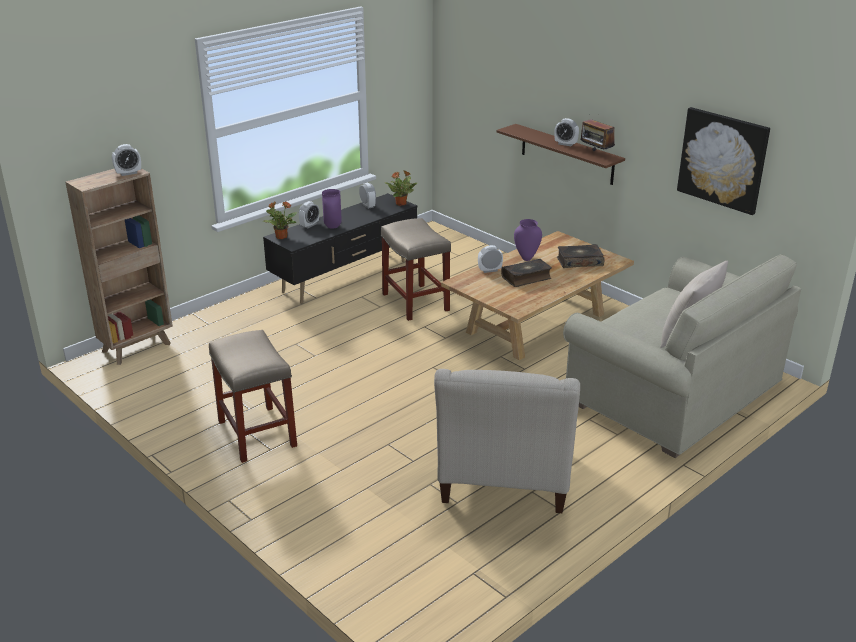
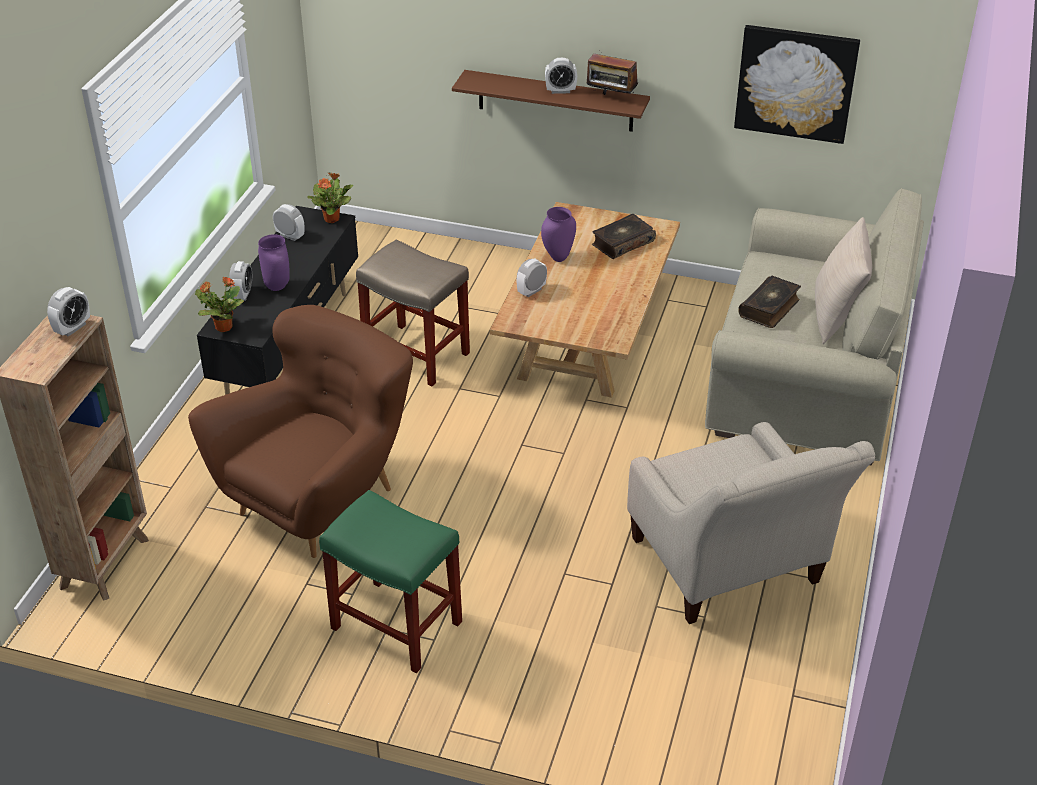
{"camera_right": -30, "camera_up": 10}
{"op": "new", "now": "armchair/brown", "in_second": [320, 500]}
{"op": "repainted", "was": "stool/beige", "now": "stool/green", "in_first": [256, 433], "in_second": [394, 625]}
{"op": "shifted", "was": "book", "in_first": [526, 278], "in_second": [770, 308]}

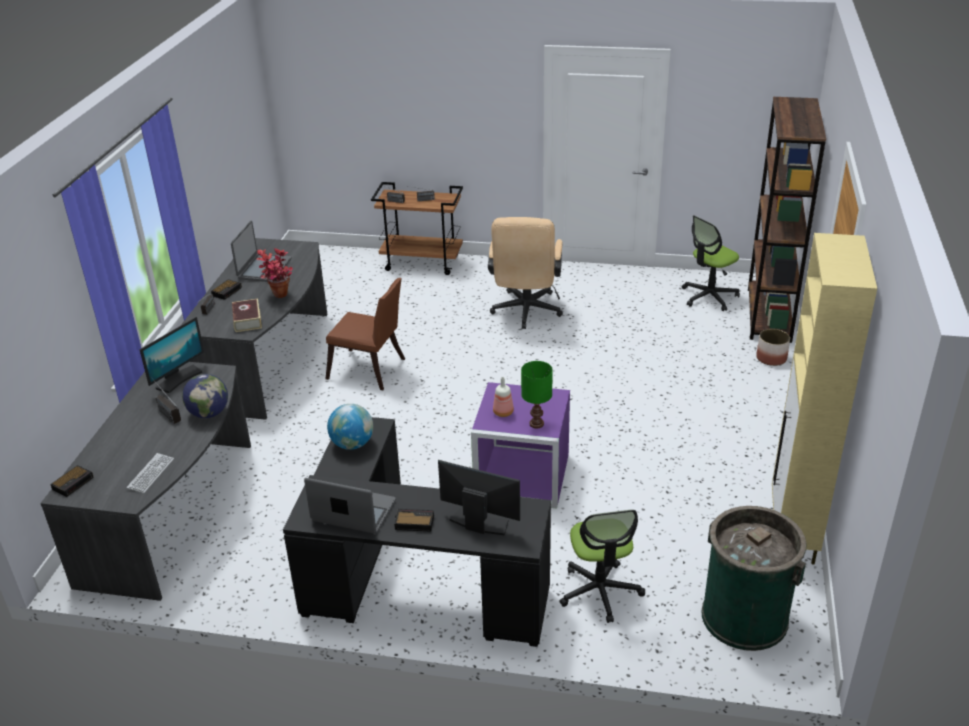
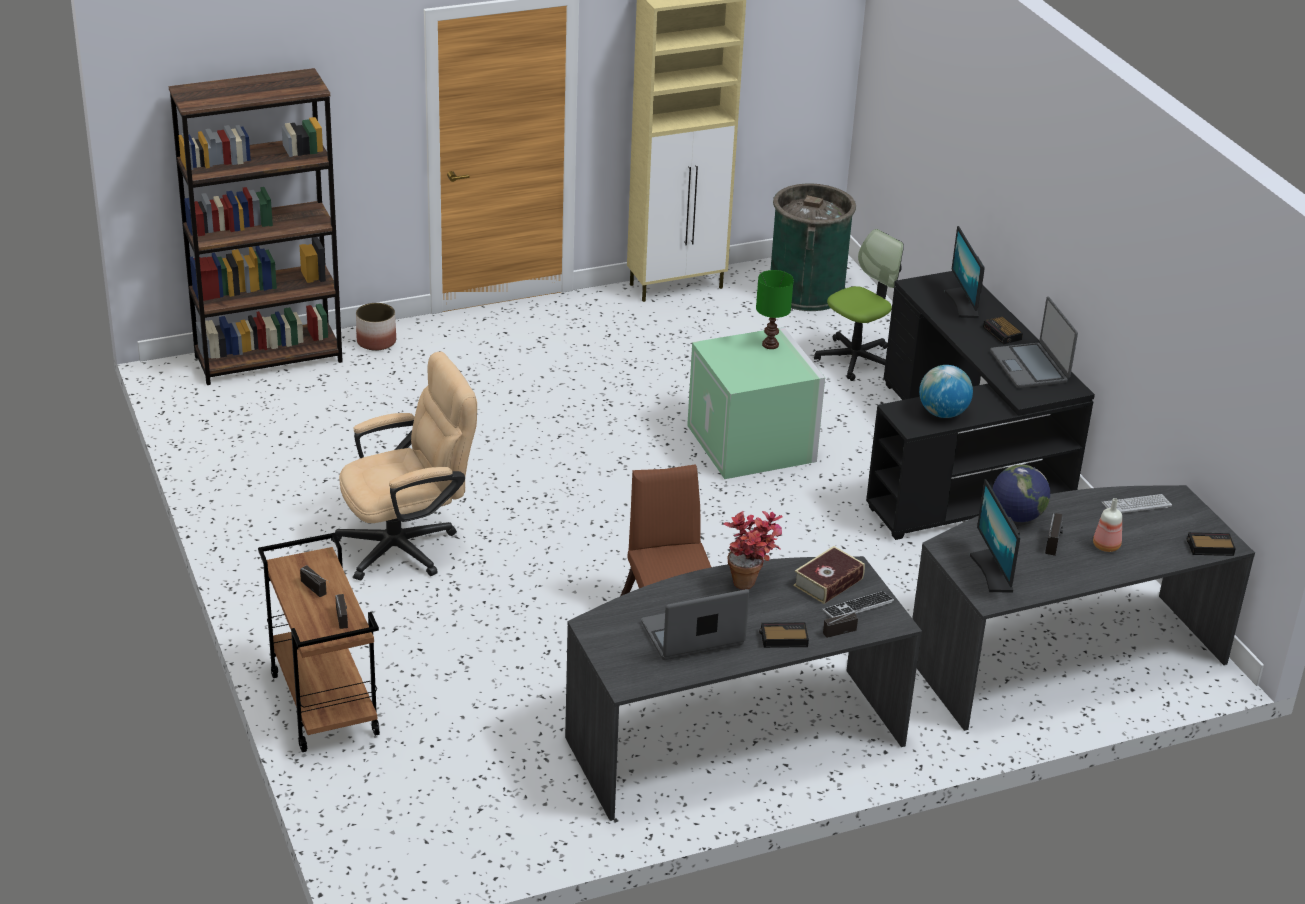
{"camera_right": -125, "camera_up": 0}
{"op": "repainted", "was": "storage box/purple", "now": "storage box/green", "in_first": [520, 477], "in_second": [753, 444]}
{"op": "new", "now": "keyboard", "in_second": [858, 606]}
{"op": "rotated", "was": "monitor", "in_first": [178, 379], "in_second": [993, 572], "clockwise": -105}
{"op": "shifted", "was": "bottle", "in_first": [503, 413], "in_second": [1106, 545]}
{"op": "gone", "was": "office chair", "in_first": [709, 297]}

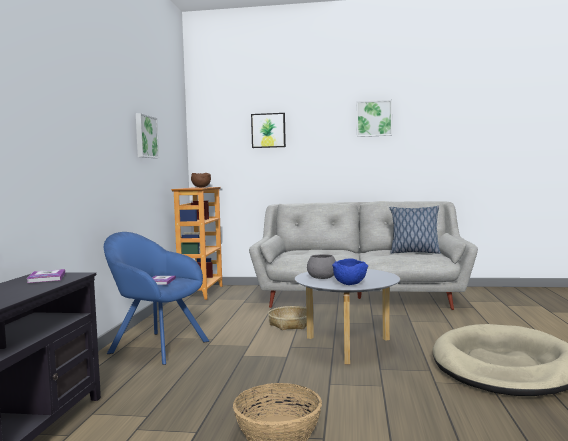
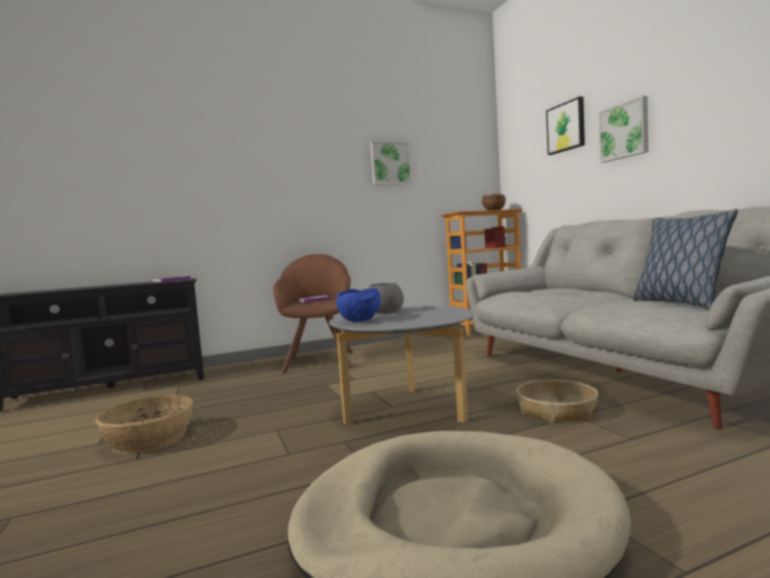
{"camera_right": 60, "camera_up": 0}
{"op": "repainted", "was": "armchair/blue", "now": "armchair/brown", "in_first": [155, 346], "in_second": [320, 360]}
{"op": "shifted", "was": "basket", "in_first": [291, 324], "in_second": [556, 411]}
{"op": "shifted", "was": "picture", "in_first": [374, 118], "in_second": [624, 131]}

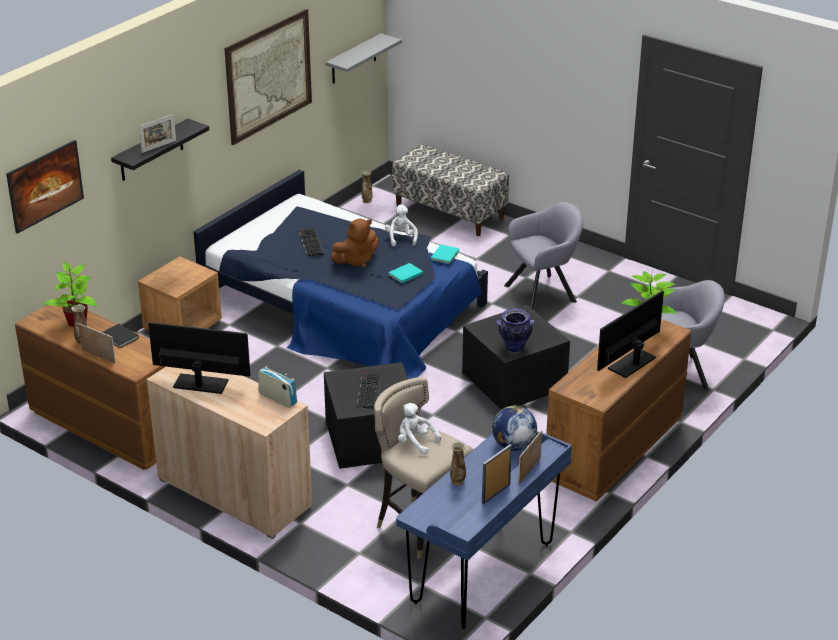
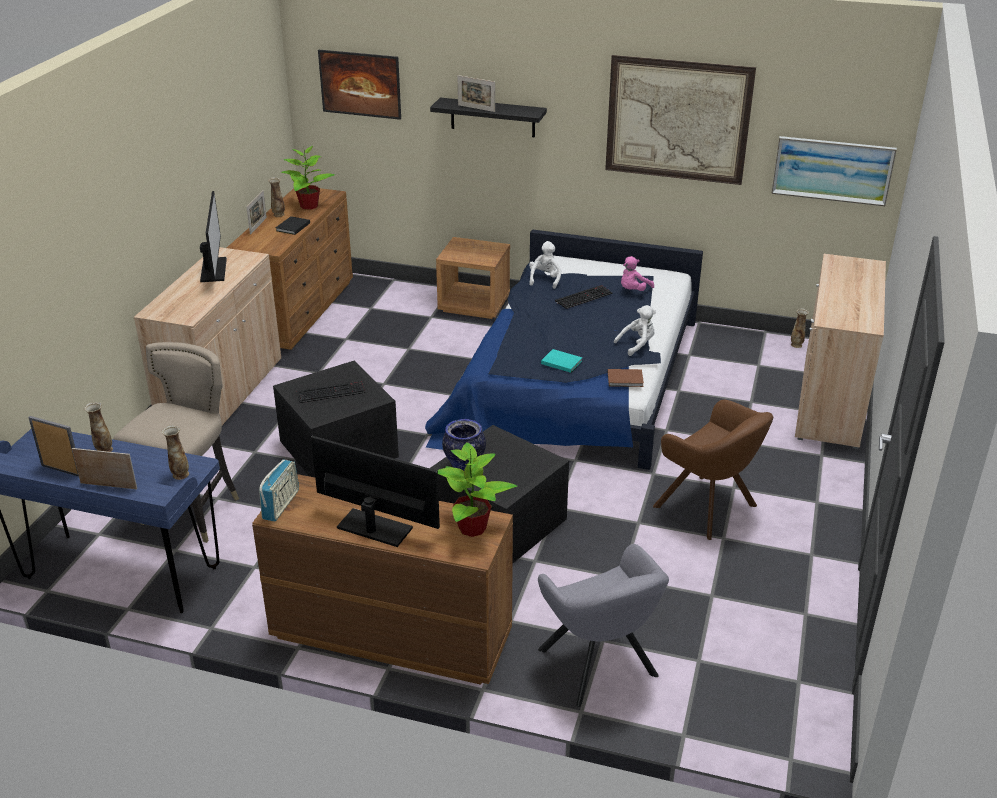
{"camera_right": 70, "camera_up": 0}
{"op": "swapped", "was": "globe", "now": "vase", "in_first": [513, 445], "in_second": [180, 474]}
{"op": "shifted", "was": "radio", "in_first": [277, 398], "in_second": [281, 505]}
{"op": "shifted", "was": "plush toy/white", "in_first": [415, 442], "in_second": [545, 279]}
{"op": "repainted", "was": "book/turquoise", "now": "book/brown", "in_first": [445, 255], "in_second": [626, 380]}
{"op": "new", "now": "plush toy/pink", "in_second": [633, 290]}
{"op": "repainted", "was": "armchair/grey", "now": "armchair/brown", "in_first": [544, 293], "in_second": [709, 509]}
{"op": "swapped", "was": "shelf/grey", "now": "picture", "in_first": [354, 59], "in_second": [832, 170]}
{"op": "swapped", "was": "bench", "now": "cabinet/beige", "in_first": [450, 212], "in_second": [830, 402]}
{"op": "gone", "was": "plush toy/brown", "in_first": [356, 260]}

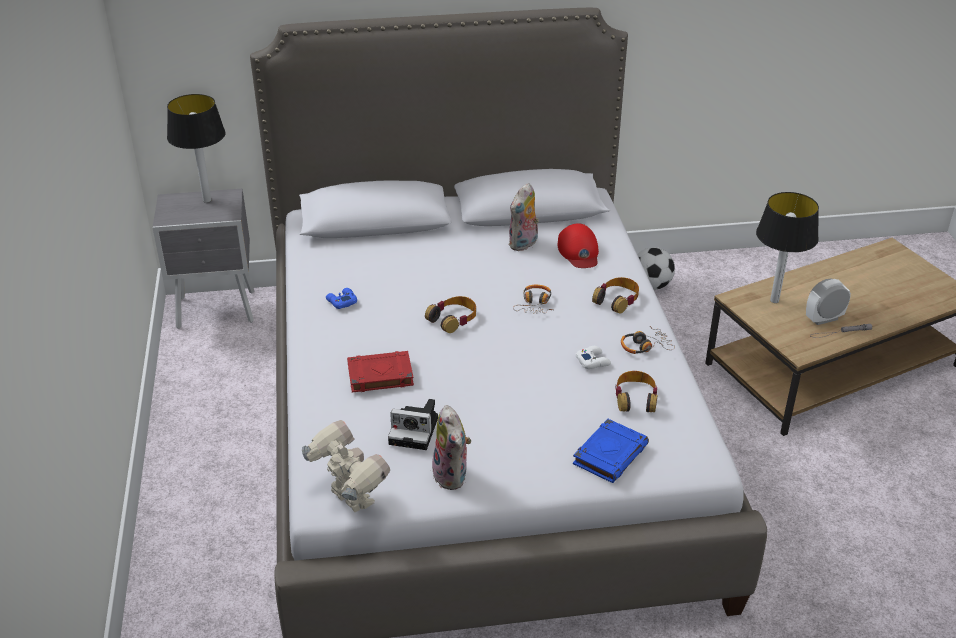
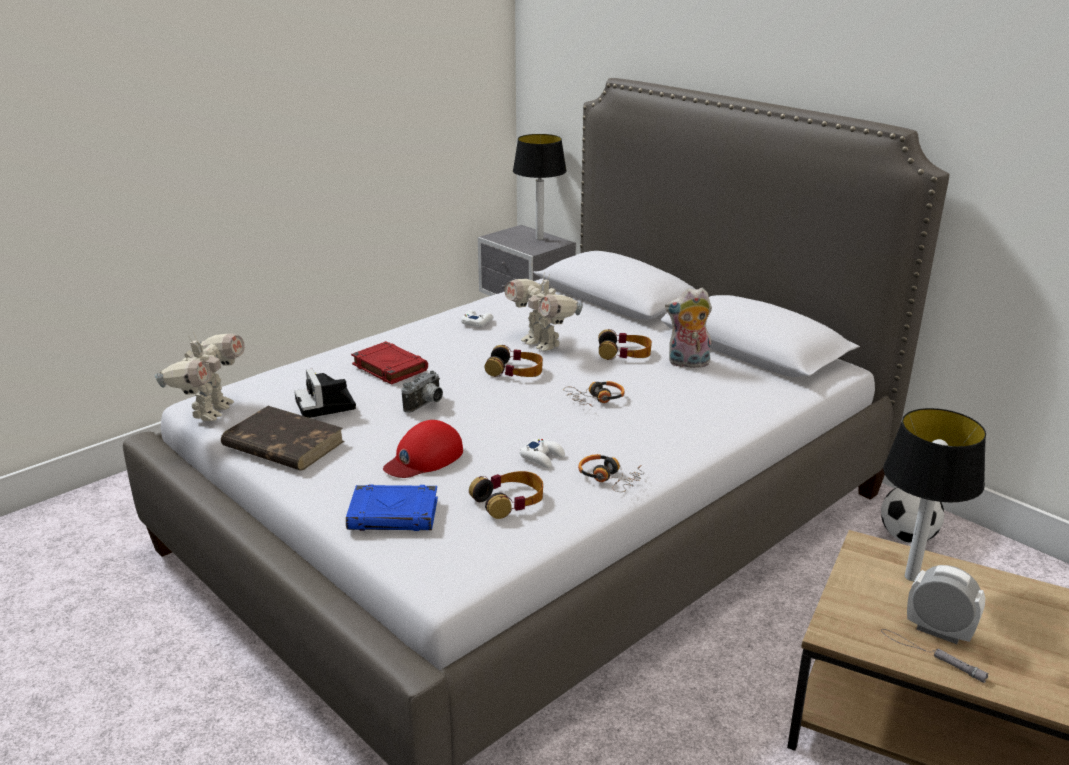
{"camera_right": 55, "camera_up": -10}
{"op": "swapped", "was": "plush toy", "now": "book/brown", "in_first": [453, 476], "in_second": [282, 444]}
{"op": "shifted", "was": "cap/red", "in_first": [579, 251], "in_second": [424, 458]}
{"op": "new", "now": "photo camera", "in_second": [426, 405]}
{"op": "repainted", "was": "game controller/blue", "now": "game controller/white", "in_first": [341, 301], "in_second": [476, 322]}
{"op": "new", "now": "toy robot", "in_second": [542, 344]}
{"op": "shifted", "was": "headphones", "in_first": [617, 300], "in_second": [624, 353]}

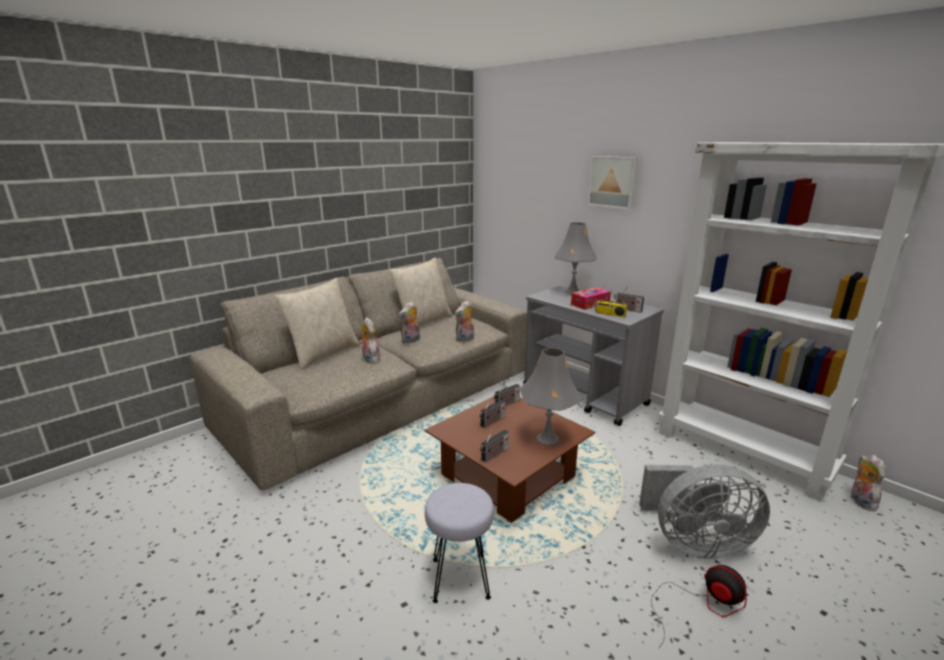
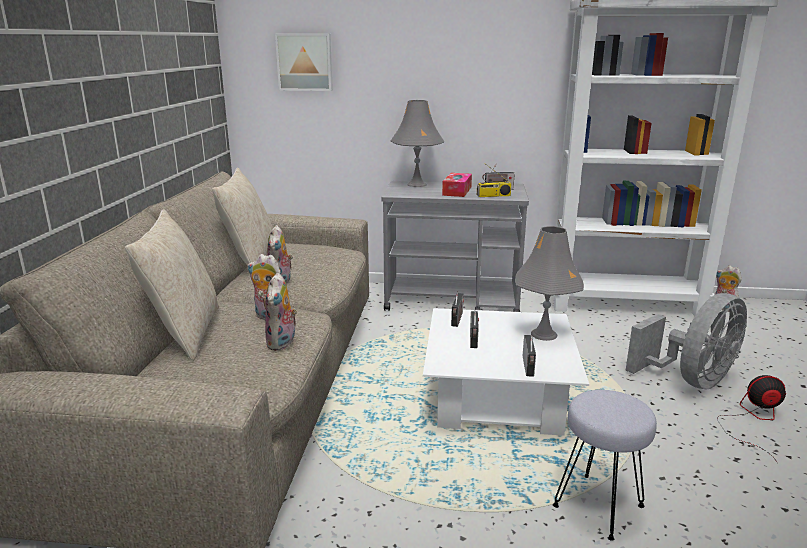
{"camera_right": -40, "camera_up": 0}
{"op": "shifted", "was": "plush toy", "in_first": [465, 339], "in_second": [282, 343]}
{"op": "shifted", "was": "picture", "in_first": [613, 182], "in_second": [305, 62]}
{"op": "repainted", "was": "coffee table/brown", "now": "coffee table/white", "in_first": [508, 476], "in_second": [498, 398]}

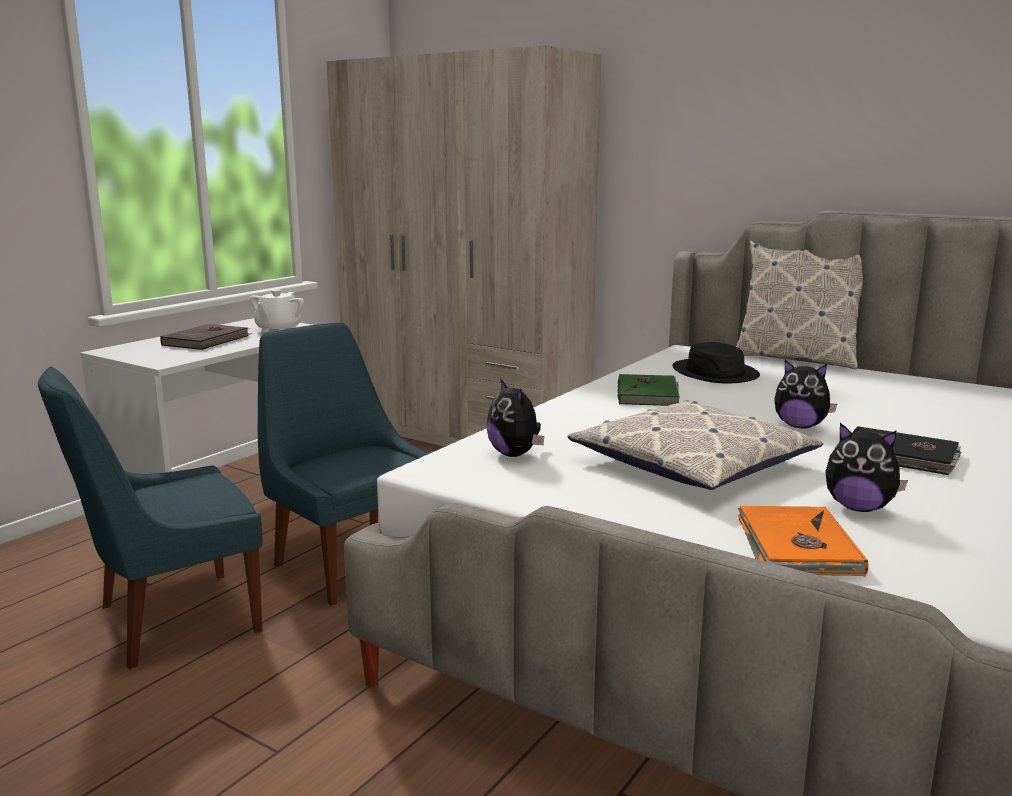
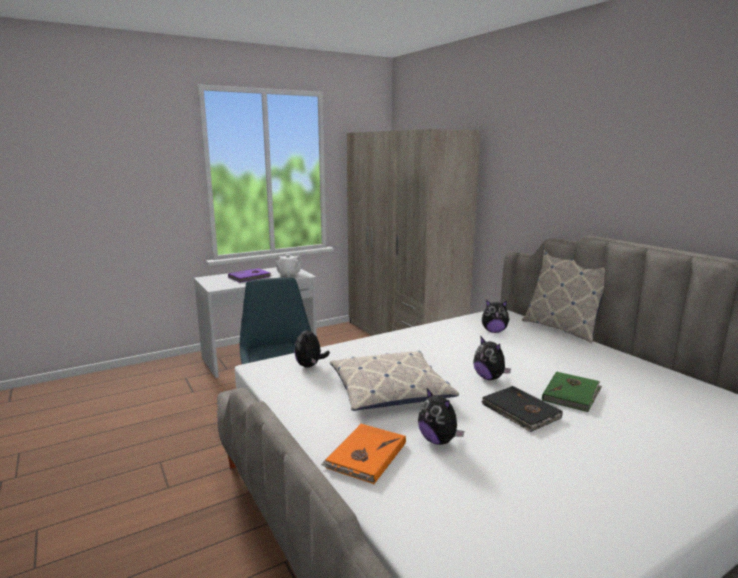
{"camera_right": 25, "camera_up": 0}
{"op": "repainted", "was": "book/brown", "now": "book/purple", "in_first": [207, 340], "in_second": [250, 277]}
{"op": "swapped", "was": "hat/black", "now": "plush toy", "in_first": [715, 373], "in_second": [494, 331]}
{"op": "shifted", "was": "book/green", "in_first": [648, 394], "in_second": [572, 394]}
{"op": "gone", "was": "chair/blue", "in_first": [172, 620]}

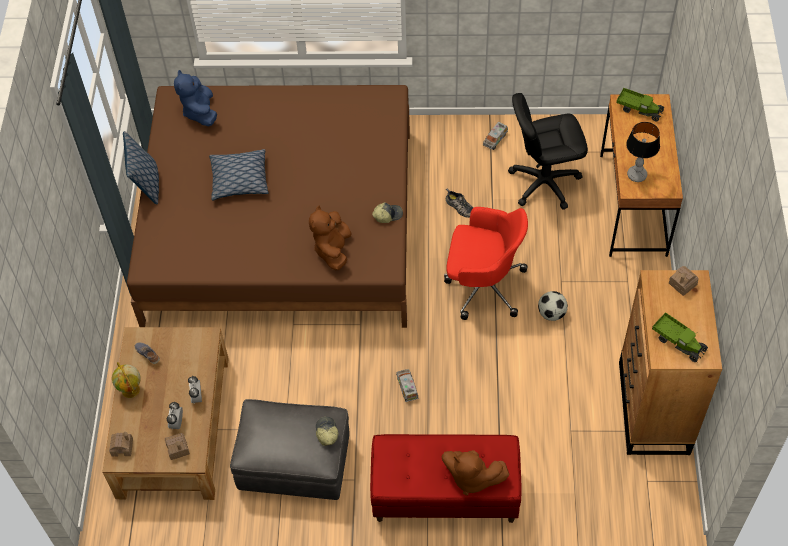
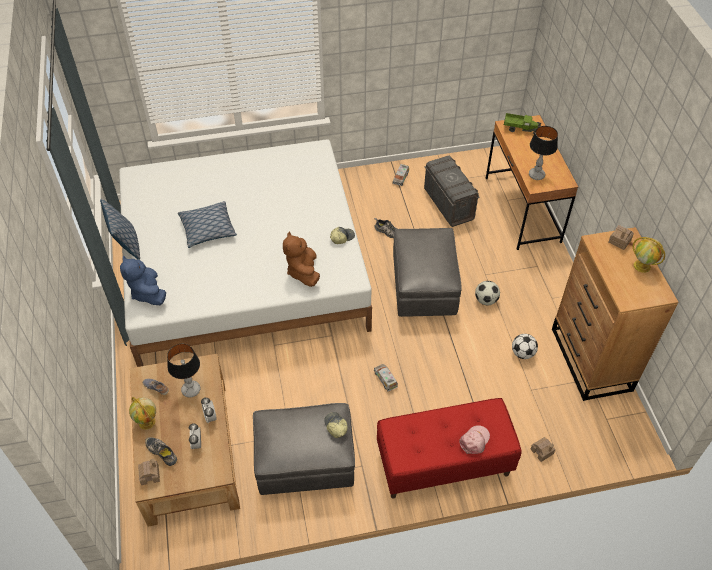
{"camera_right": -15, "camera_up": -5}
{"op": "repainted", "was": "bed/brown", "now": "bed/white", "in_first": [281, 225], "in_second": [244, 268]}
{"op": "shifted", "was": "plush toy/blue", "in_first": [200, 112], "in_second": [148, 293]}
{"op": "new", "now": "shoe", "in_second": [162, 452]}
{"op": "new", "now": "table lamp", "in_second": [191, 390]}
{"op": "swapped", "was": "office chair/red", "now": "ottoman/grey", "in_first": [483, 285], "in_second": [424, 287]}
{"op": "swapped", "was": "office chair/black", "now": "storage box/grey", "in_first": [544, 183], "in_second": [448, 204]}
{"op": "swapped", "was": "plush toy/brown", "now": "cap/pink", "in_first": [471, 478], "in_second": [474, 441]}
{"op": "new", "now": "football", "in_second": [522, 353]}
{"op": "shifted", "was": "toy house", "in_first": [178, 449], "in_second": [542, 451]}
{"op": "new", "now": "globe", "in_second": [642, 266]}
{"op": "gone", "was": "toy truck", "in_first": [678, 342]}

